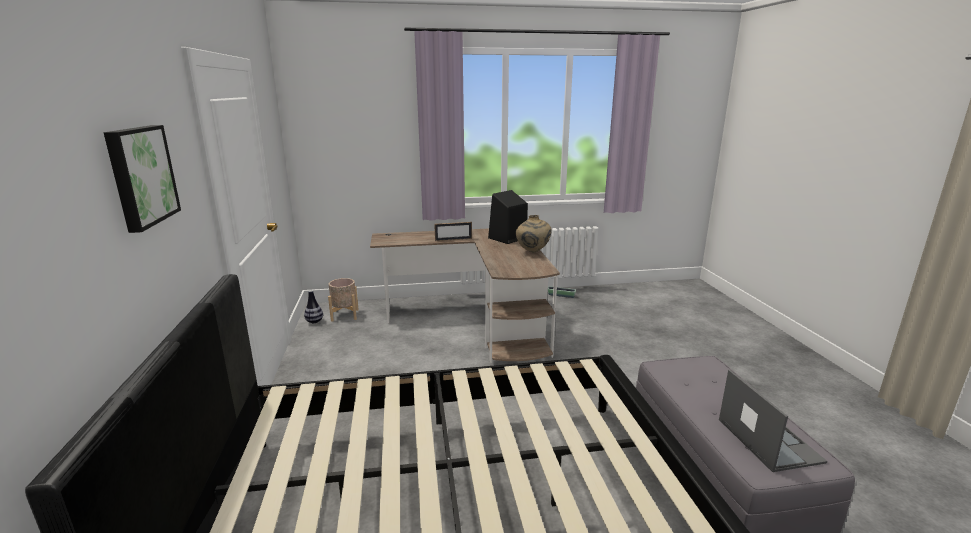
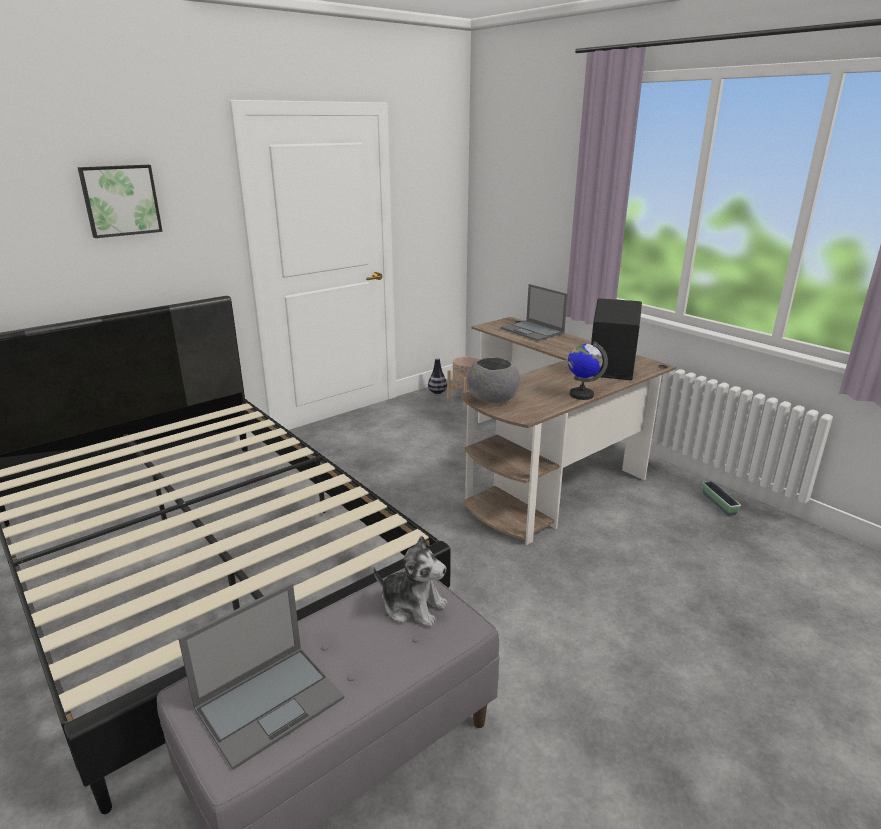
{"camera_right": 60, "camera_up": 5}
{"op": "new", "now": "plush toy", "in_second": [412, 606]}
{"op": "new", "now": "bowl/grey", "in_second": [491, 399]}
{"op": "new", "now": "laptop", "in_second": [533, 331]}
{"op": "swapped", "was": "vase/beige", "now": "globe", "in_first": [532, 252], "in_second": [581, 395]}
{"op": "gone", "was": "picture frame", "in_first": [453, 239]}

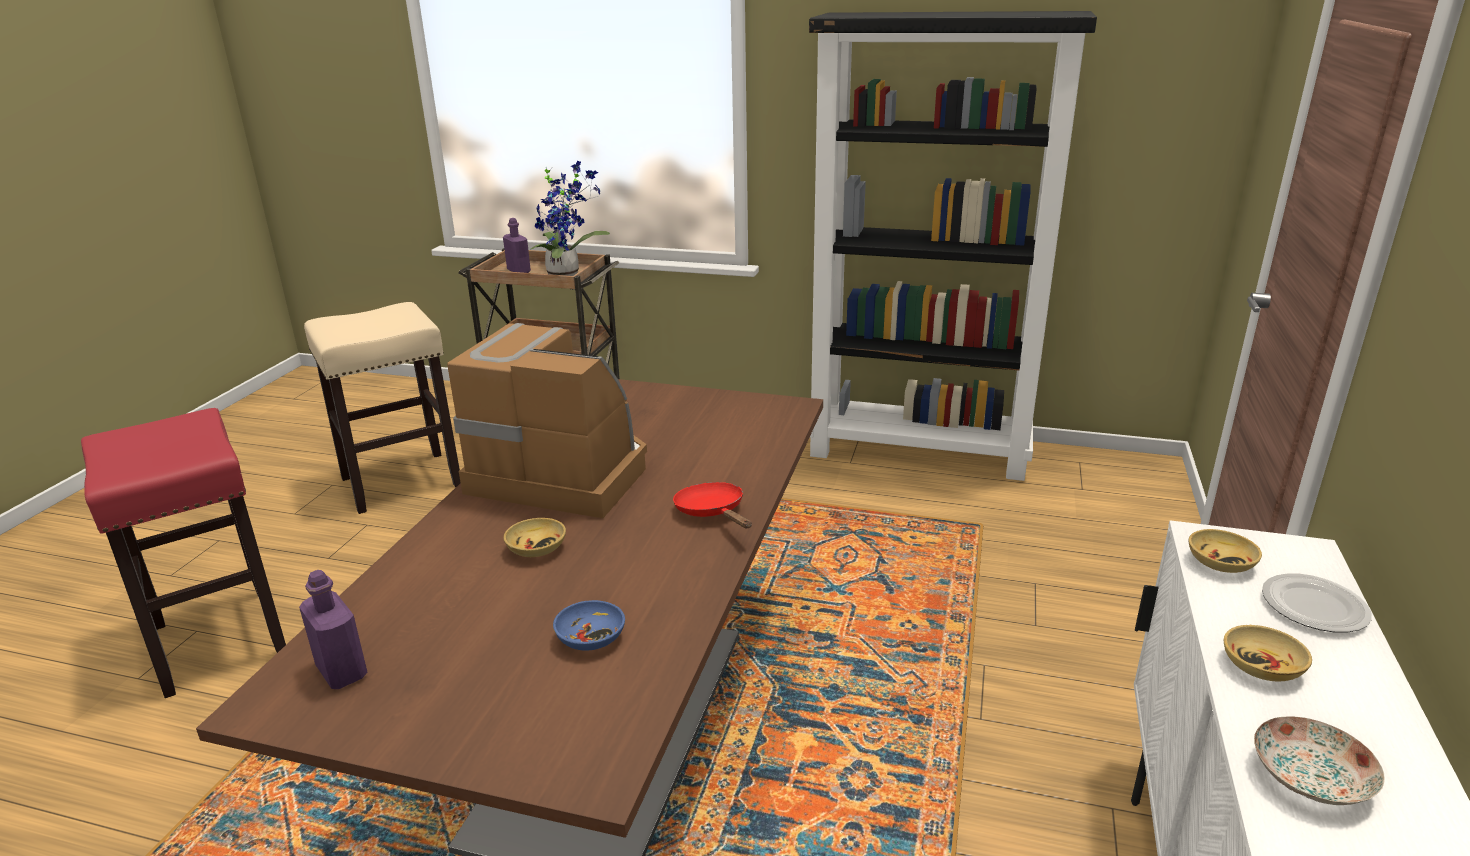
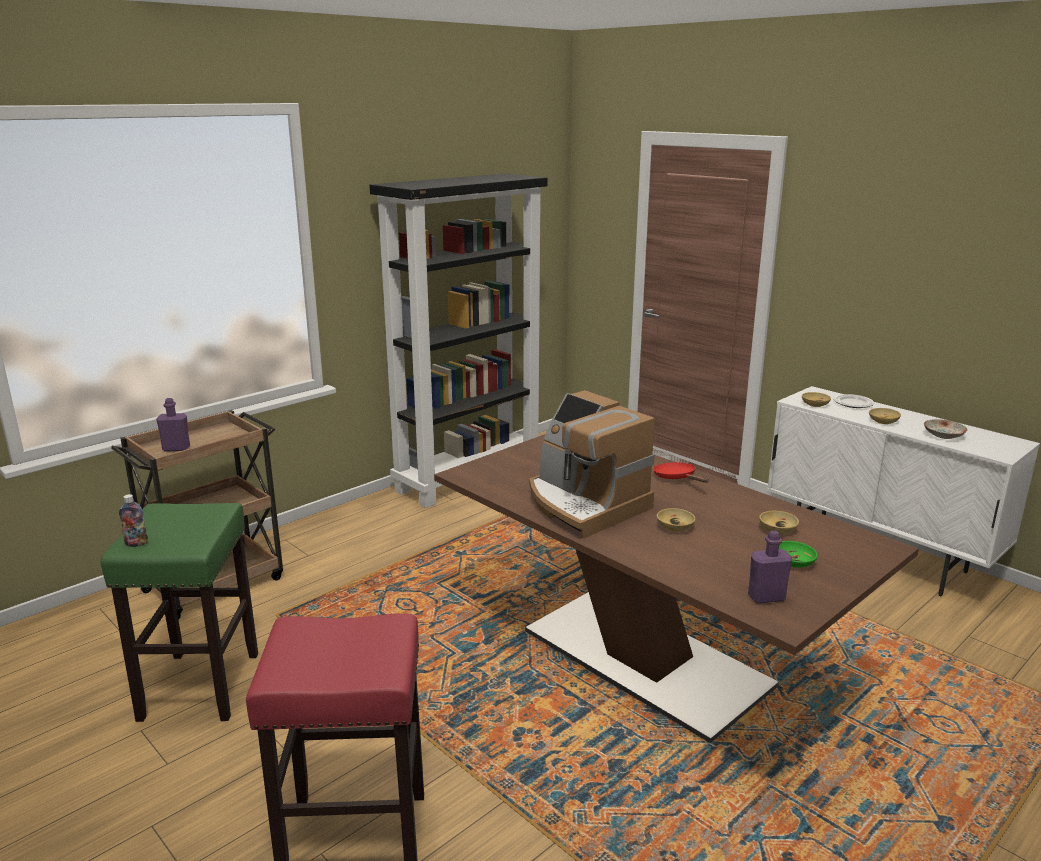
{"camera_right": -60, "camera_up": -5}
{"op": "repainted", "was": "stool/beige", "now": "stool/green", "in_first": [403, 481], "in_second": [200, 685]}
{"op": "new", "now": "bottle", "in_second": [136, 543]}
{"op": "rotated", "was": "coffee machine", "in_first": [561, 472], "in_second": [584, 504], "clockwise": -90}
{"op": "rotated", "was": "frying pan/red", "in_first": [712, 512], "in_second": [677, 478], "clockwise": 60}
{"op": "repainted", "was": "bowl/blue", "now": "bowl/beige", "in_first": [591, 637], "in_second": [777, 529]}
{"op": "new", "now": "bowl/green", "in_second": [794, 562]}
{"op": "gone", "was": "potted plant", "in_first": [567, 274]}

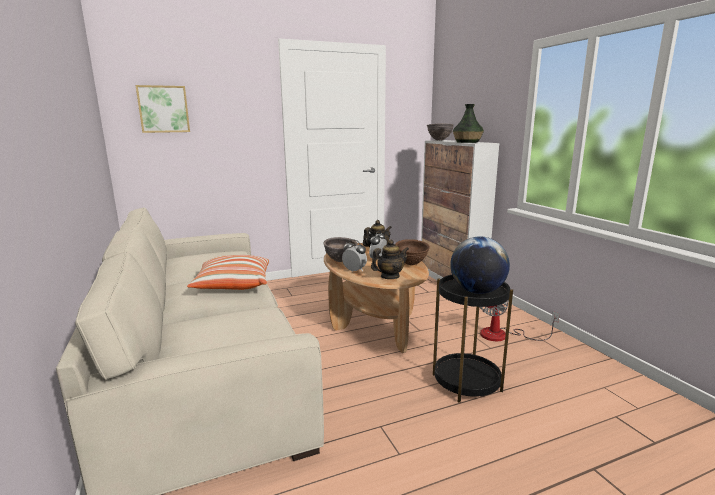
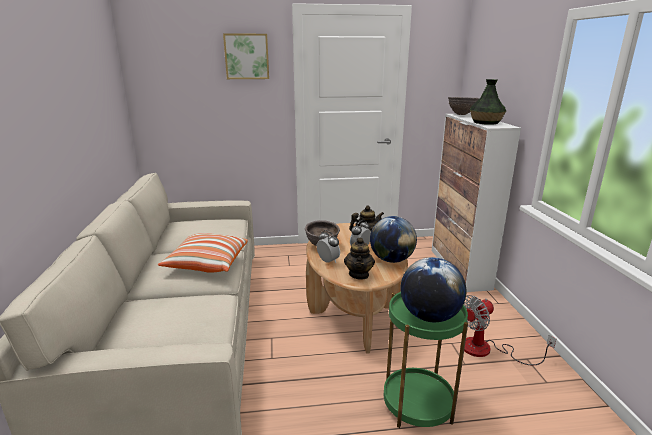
{"camera_right": 15, "camera_up": 5}
{"op": "shifted", "was": "picture", "in_first": [163, 109], "in_second": [246, 56]}
{"op": "rotated", "was": "teapot", "in_first": [389, 277], "in_second": [359, 274], "clockwise": 105}
{"op": "swapped", "was": "bowl/brown", "now": "globe", "in_first": [411, 264], "in_second": [391, 260]}
{"op": "repainted", "was": "side table/black", "now": "side table/green", "in_first": [466, 382], "in_second": [418, 404]}

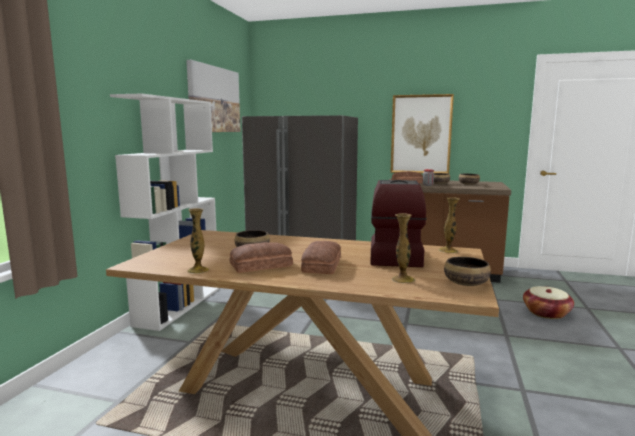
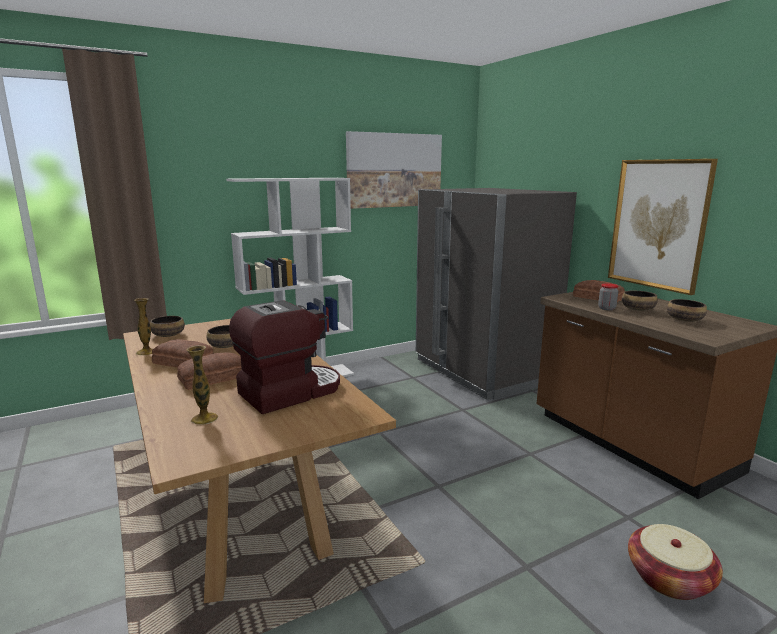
{"camera_right": 45, "camera_up": 5}
{"op": "shifted", "was": "bowl", "in_first": [465, 283], "in_second": [168, 335]}
{"op": "gone", "was": "vase", "in_first": [448, 250]}

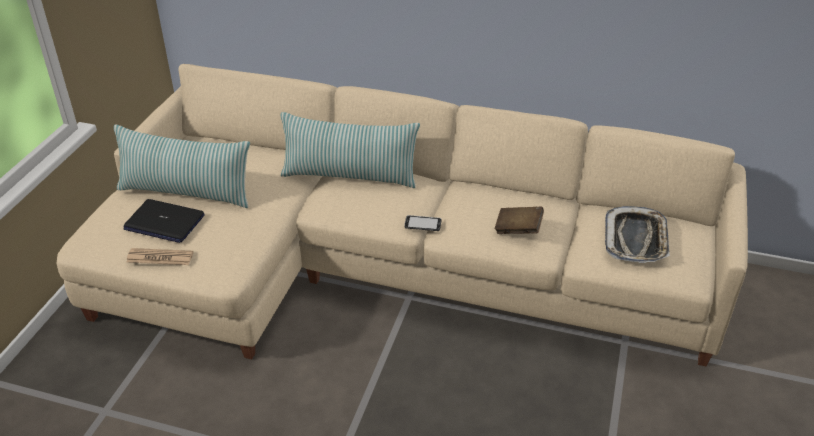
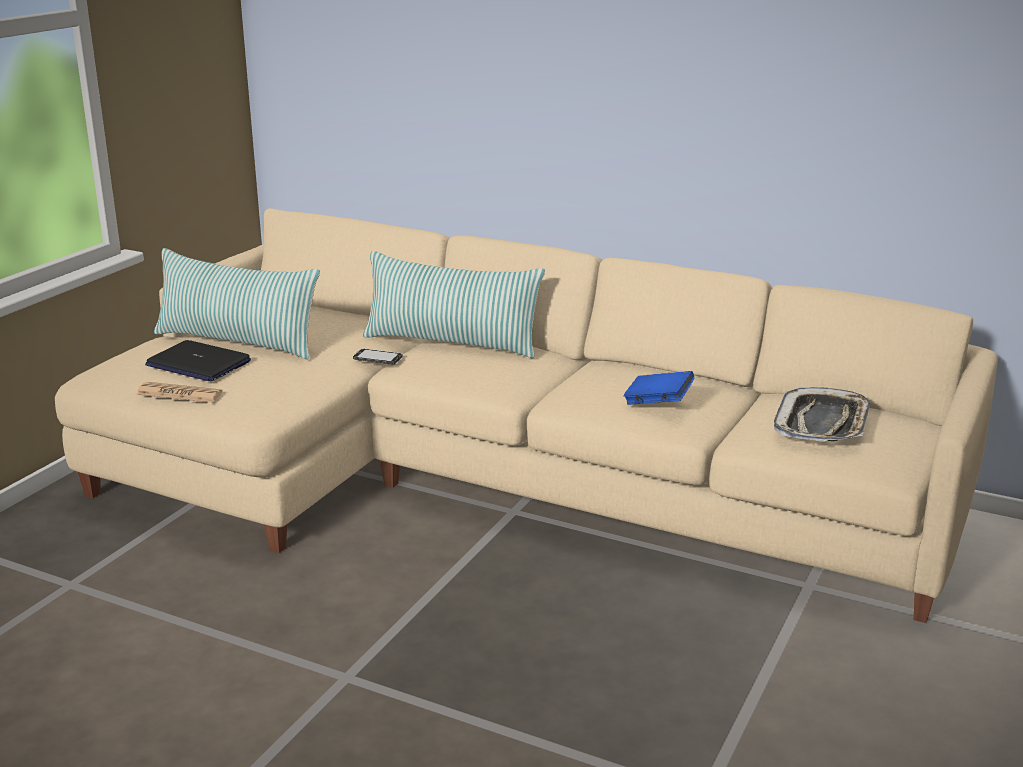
{"camera_right": 10, "camera_up": -15}
{"op": "shifted", "was": "phone", "in_first": [422, 224], "in_second": [378, 358]}
{"op": "repainted", "was": "book/brown", "now": "book/blue", "in_first": [518, 229], "in_second": [658, 403]}

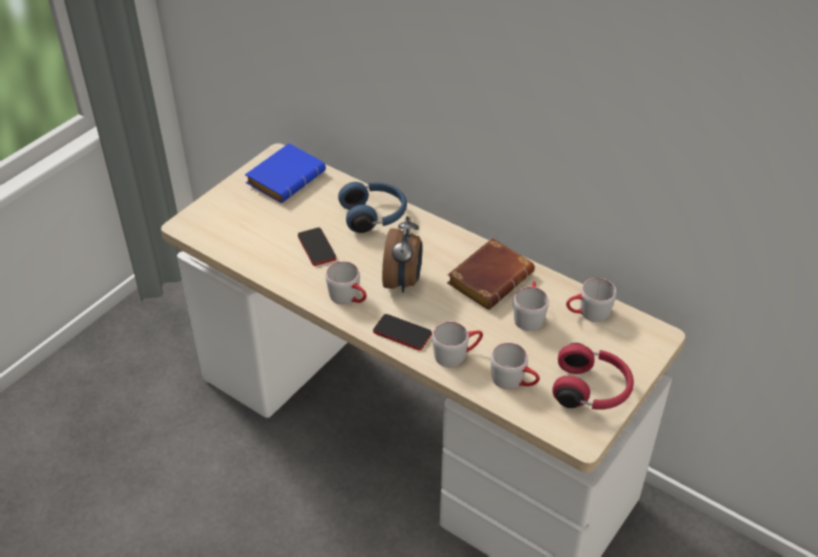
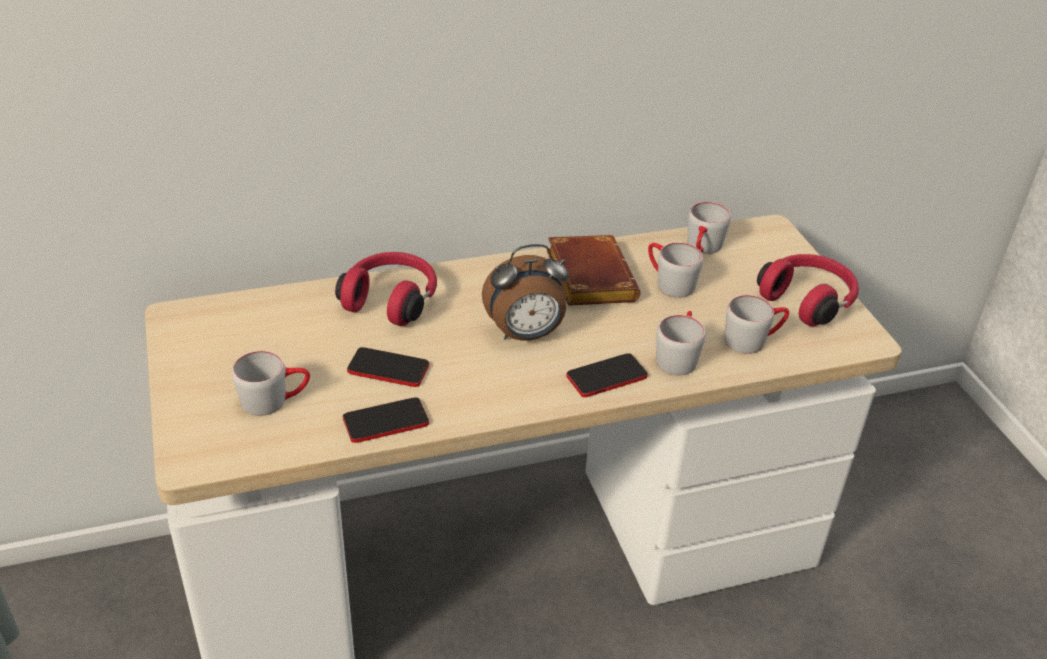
{"camera_right": -55, "camera_up": -5}
{"op": "shifted", "was": "mug/grey", "in_first": [349, 298], "in_second": [274, 399]}
{"op": "repainted", "was": "headphones/blue", "now": "headphones/red", "in_first": [374, 216], "in_second": [391, 300]}
{"op": "new", "now": "phone", "in_second": [386, 421]}
{"op": "rotated", "was": "alarm clock", "in_first": [403, 281], "in_second": [525, 335], "clockwise": 120}
{"op": "gone", "was": "book/blue", "in_first": [285, 177]}

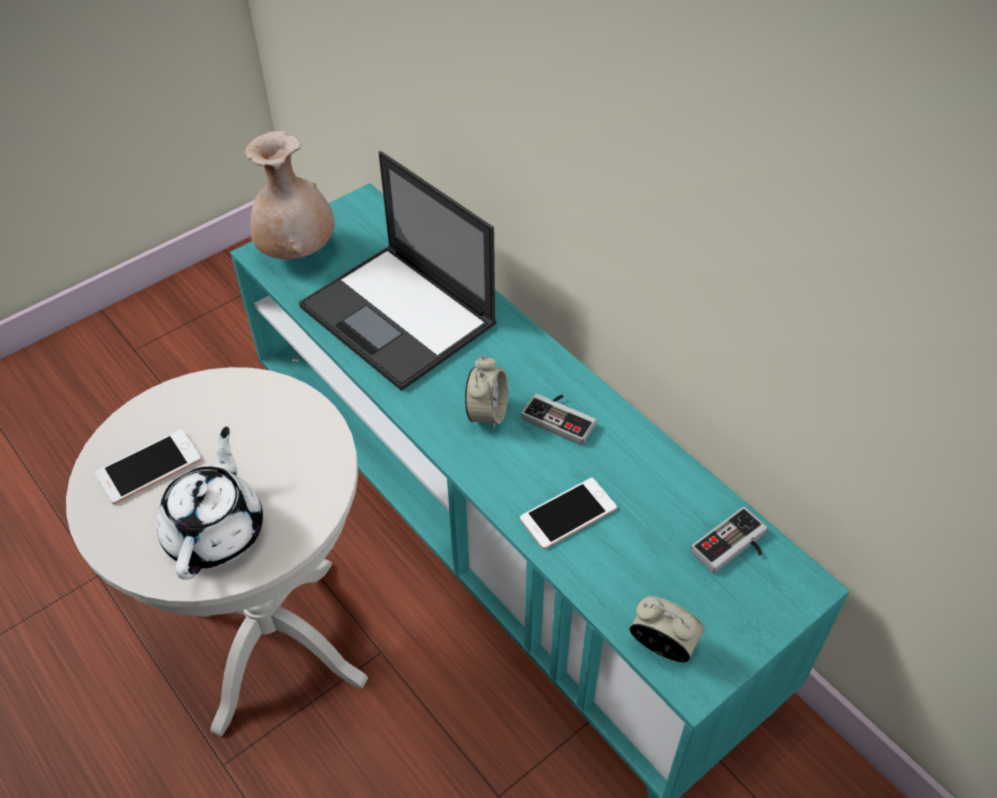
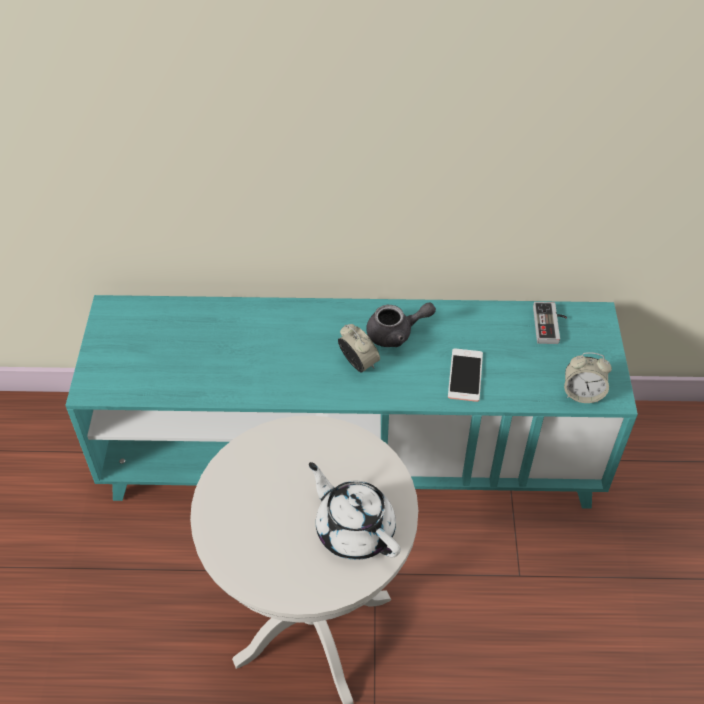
{"camera_right": -50, "camera_up": 0}
{"op": "swapped", "was": "game controller", "now": "teapot/grey", "in_first": [561, 417], "in_second": [396, 333]}
{"op": "rotated", "was": "alarm clock", "in_first": [662, 645], "in_second": [582, 393], "clockwise": -150}
{"op": "gone", "was": "phone", "in_first": [149, 467]}
{"op": "gone", "was": "vase/beige", "in_first": [297, 252]}
{"op": "gone", "was": "laptop", "in_first": [400, 316]}

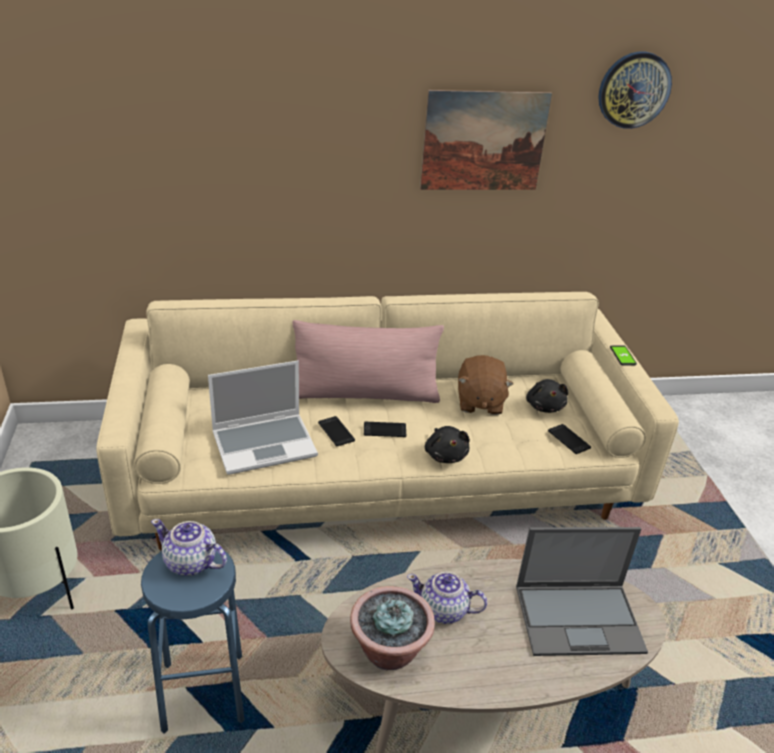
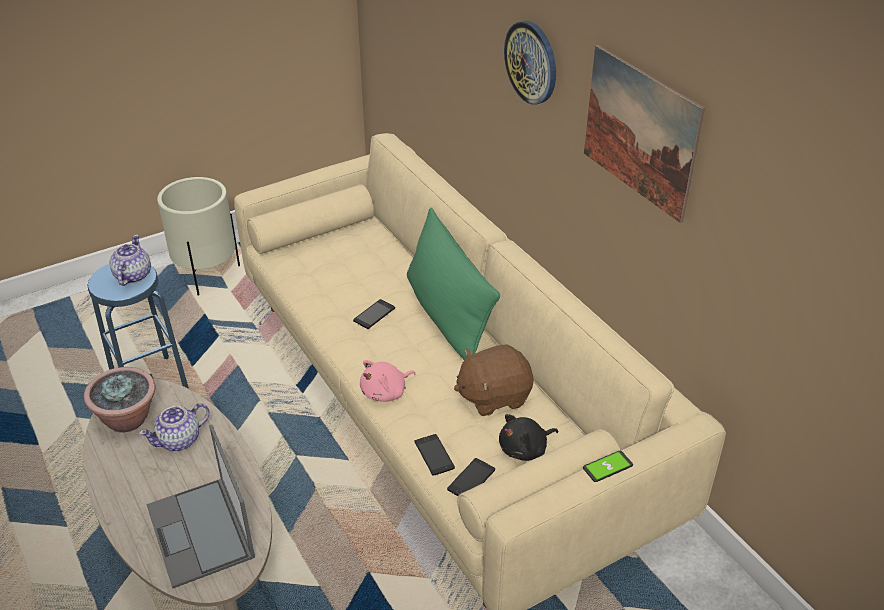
{"camera_right": 70, "camera_up": 5}
{"op": "rotated", "was": "teapot", "in_first": [444, 610], "in_second": [180, 440], "clockwise": -120}
{"op": "repainted", "was": "plush toy/black", "now": "plush toy/pink", "in_first": [445, 455], "in_second": [386, 392]}
{"op": "repainted", "was": "pillow/pink", "now": "pillow/green", "in_first": [365, 394], "in_second": [447, 316]}
{"op": "shifted", "was": "phone", "in_first": [385, 430], "in_second": [434, 455]}
{"op": "shifted", "was": "wall clock", "in_first": [633, 90], "in_second": [531, 62]}
{"op": "gone", "was": "laptop", "in_first": [265, 444]}

